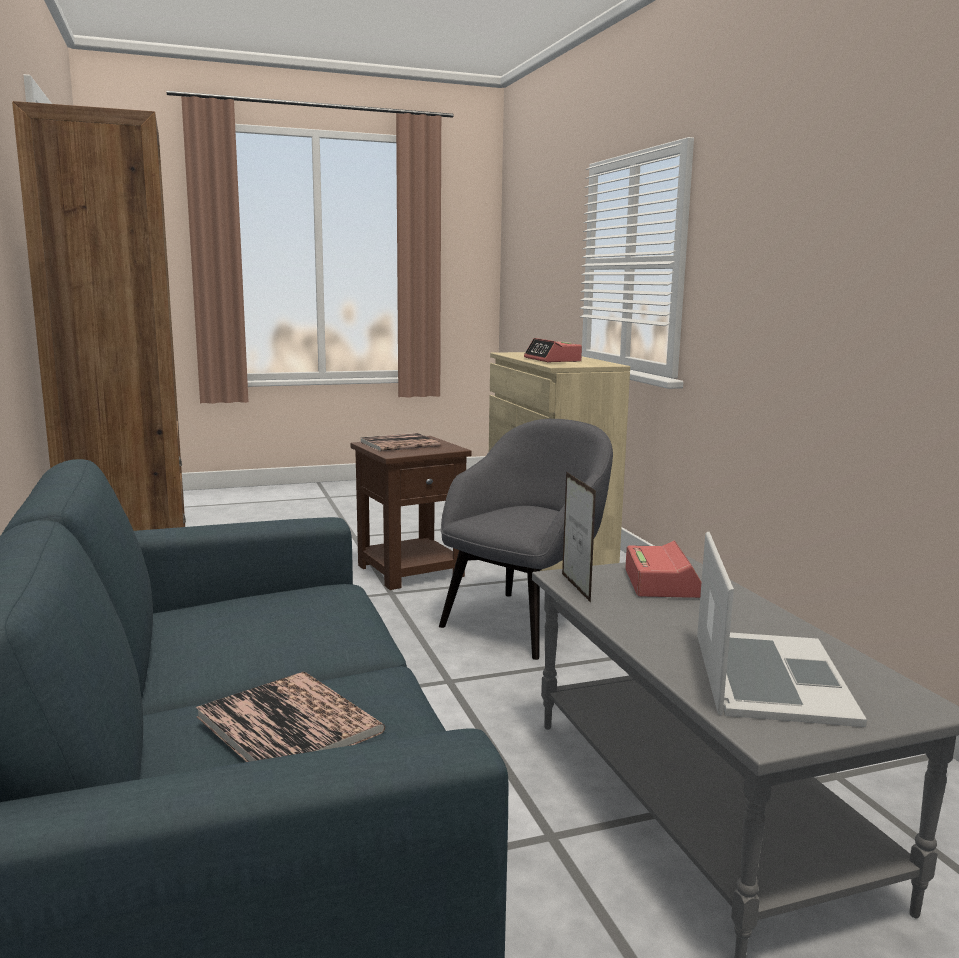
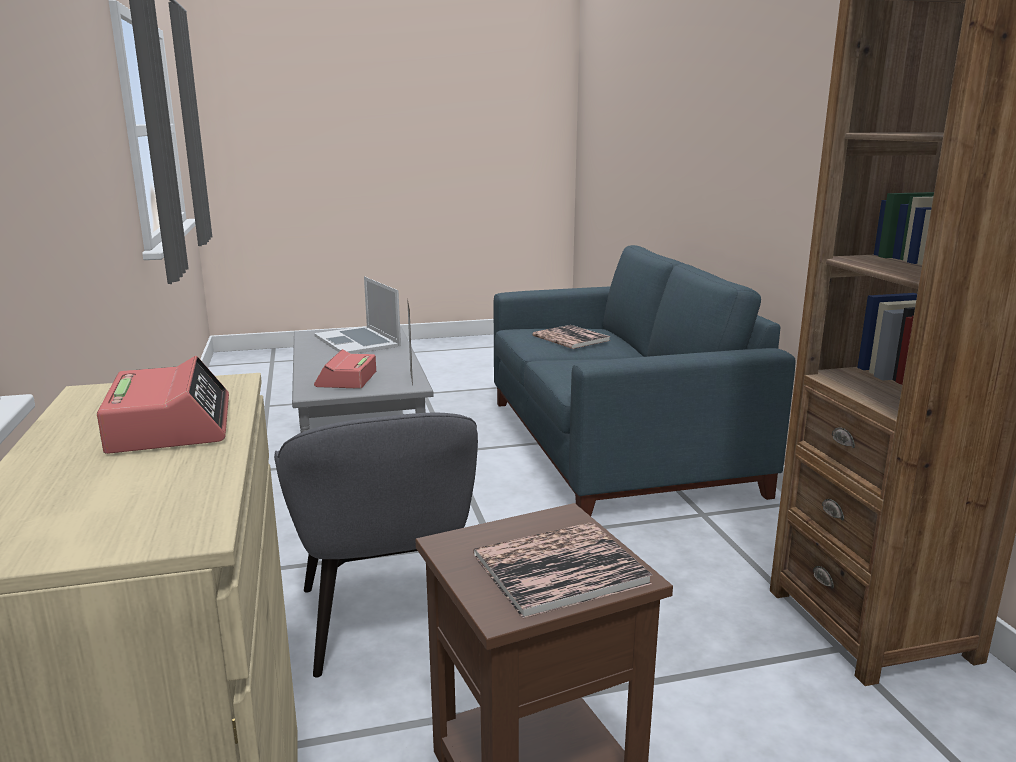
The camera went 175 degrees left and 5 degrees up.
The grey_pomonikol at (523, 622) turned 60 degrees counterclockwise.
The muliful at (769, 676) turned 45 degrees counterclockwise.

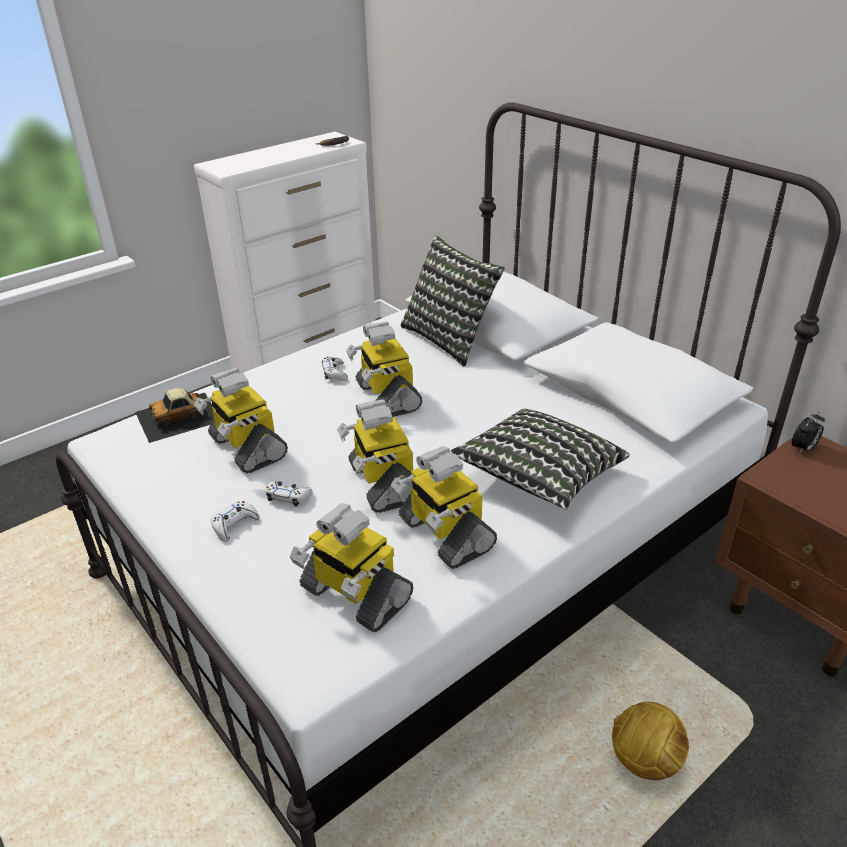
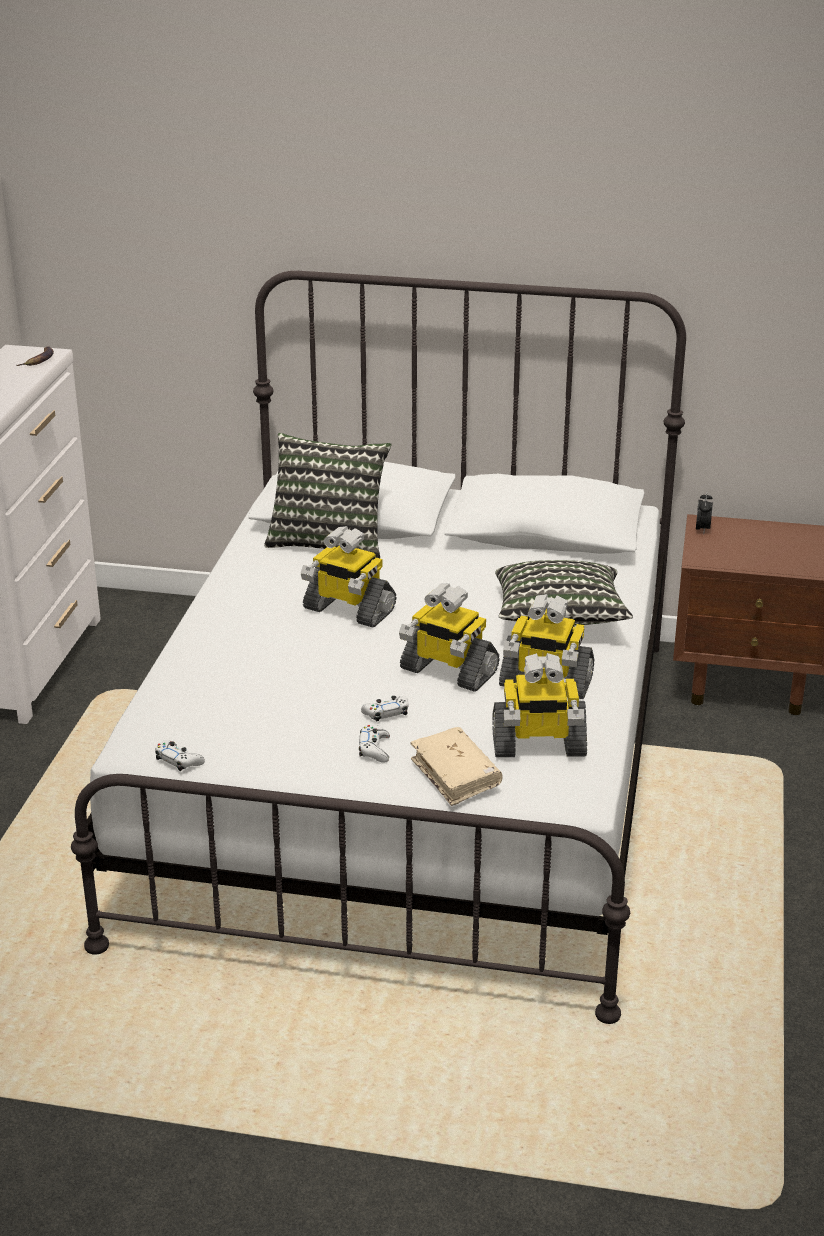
The camera went 40 degrees left and 5 degrees down.
The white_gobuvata moved from (334, 373) to (178, 761).
The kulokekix at (246, 448) disappeared.
The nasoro at (178, 416) disappeared.
The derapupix at (644, 761) disappeared.
The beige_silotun at (455, 775) appeared.

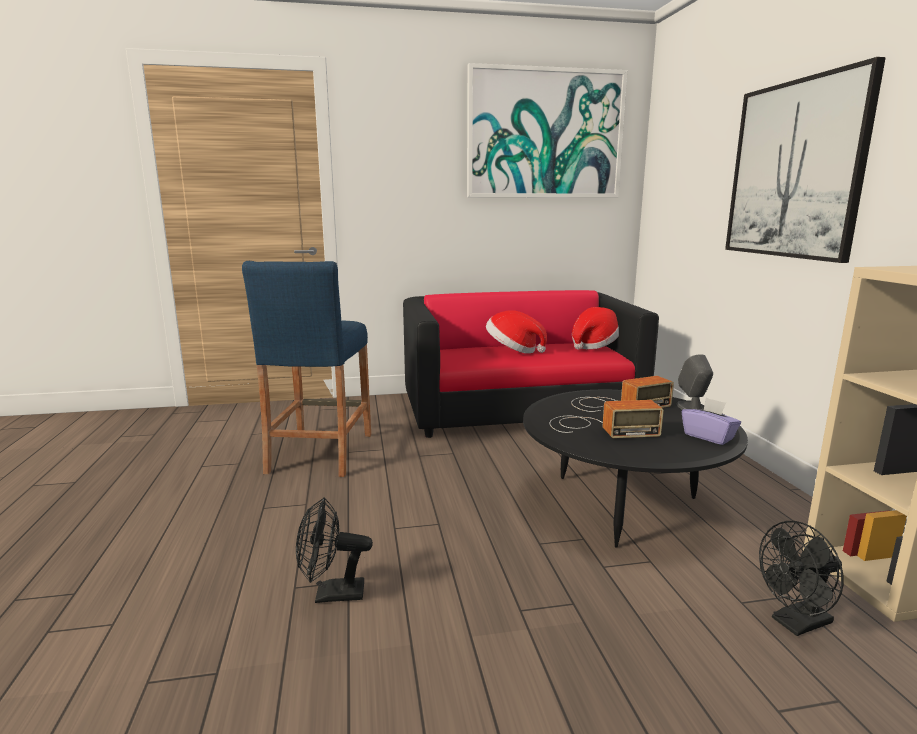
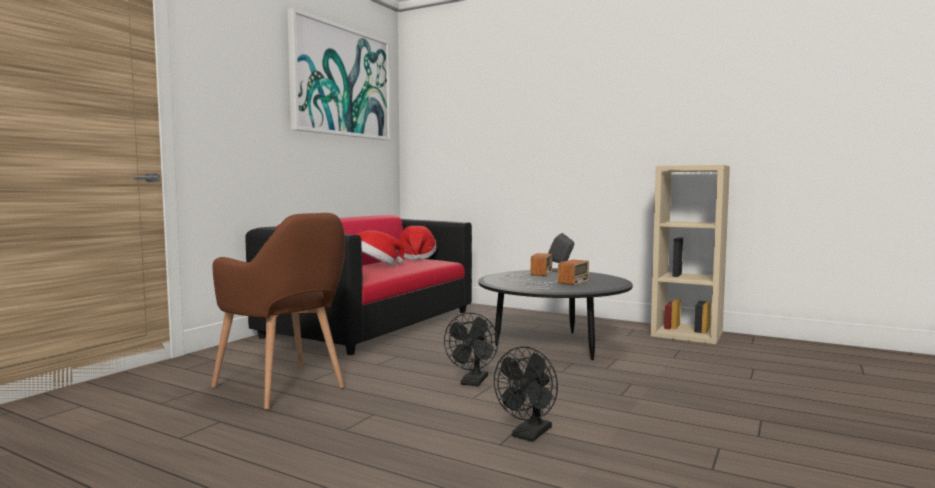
The camera went 50 degrees left and 10 degrees down.
The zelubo at (795, 170) disappeared.
The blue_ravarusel at (320, 453) was replaced by the brown_pomonikol at (285, 389).
The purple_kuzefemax at (708, 437) disappeared.
The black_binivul moved from (796, 624) to (473, 382).

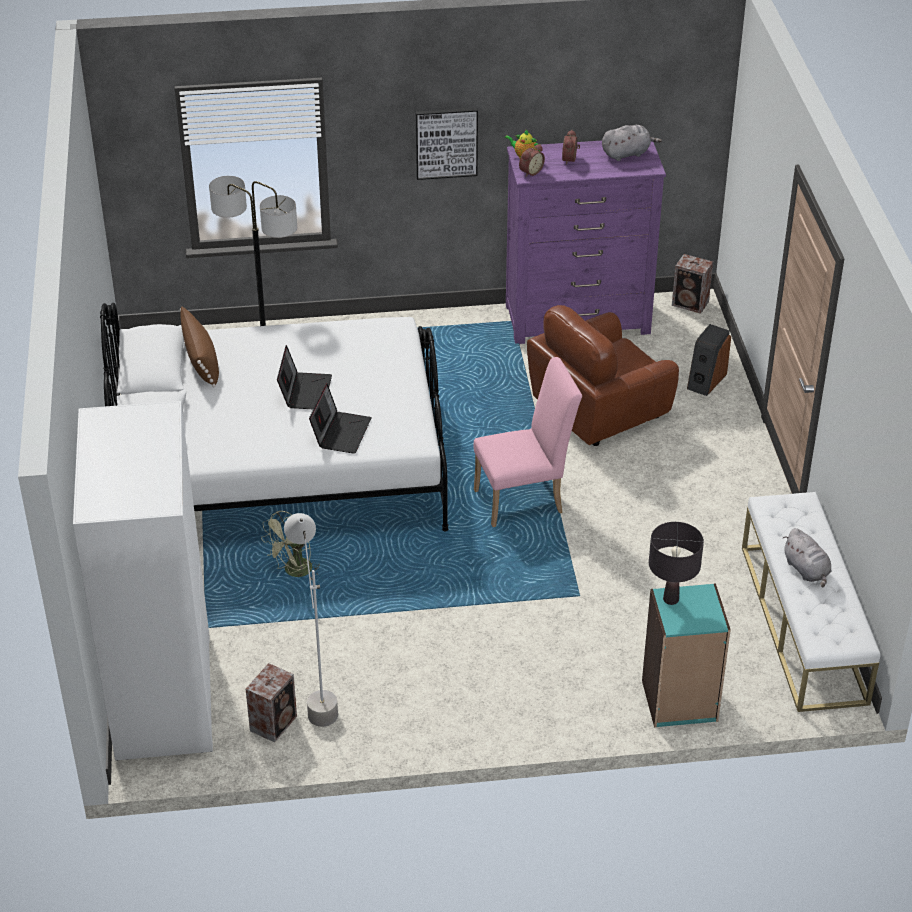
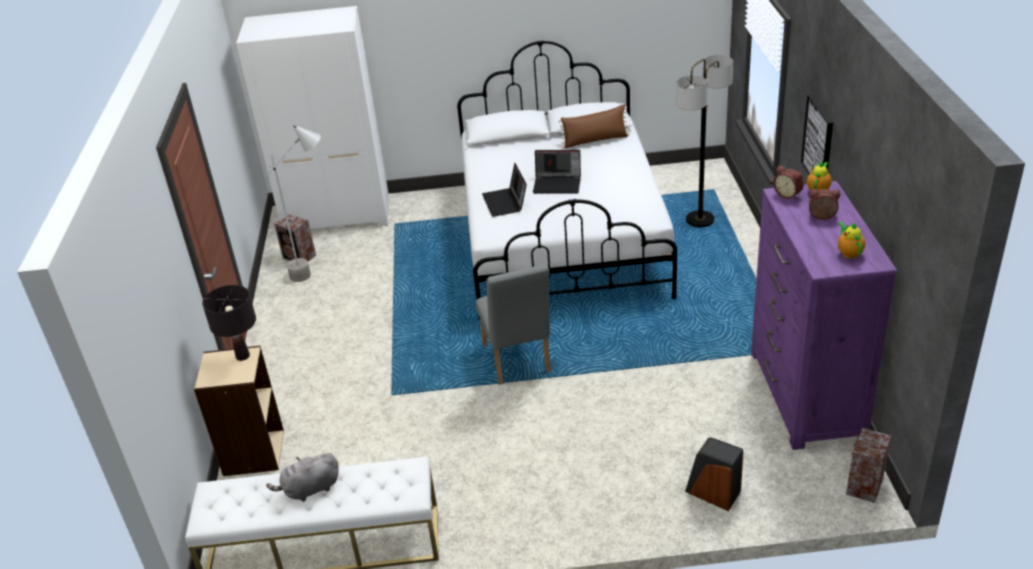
The camera went 95 degrees right and 5 degrees down.
The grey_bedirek at (627, 153) was replaced by the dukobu at (849, 252).
The brown_pomonikol at (599, 410) disappeared.
The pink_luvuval at (525, 500) became the grey_luvuval at (517, 362).
The muliful at (341, 432) turned 60 degrees clockwise.
The green_binivul at (294, 572) disappeared.
The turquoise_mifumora at (679, 701) became the beige_mifumora at (253, 453).

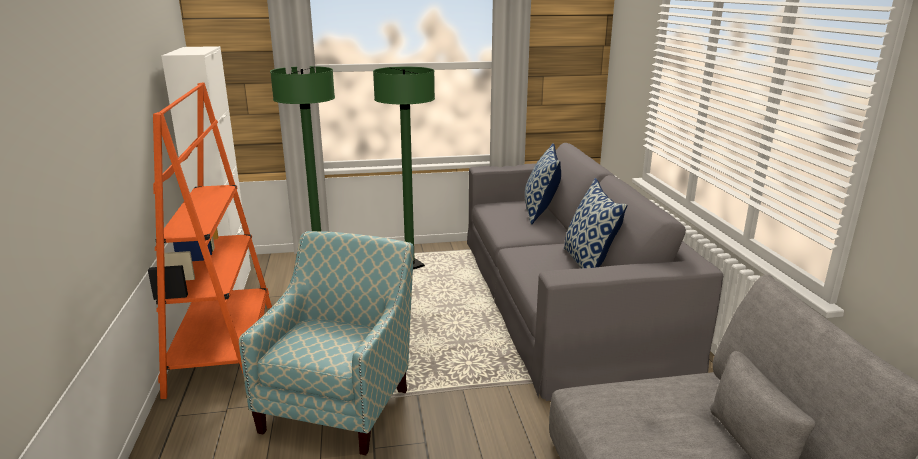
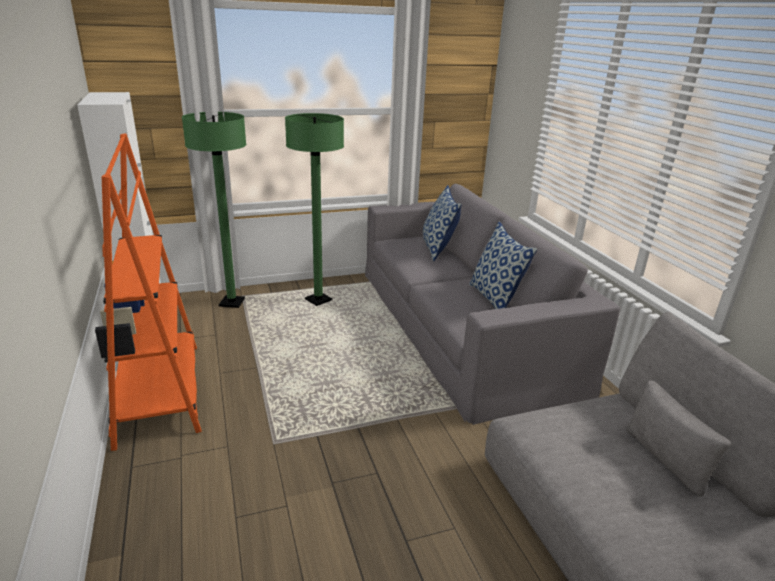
The camera went 10 degrees left and 5 degrees up.
The pomonikol at (341, 401) disappeared.

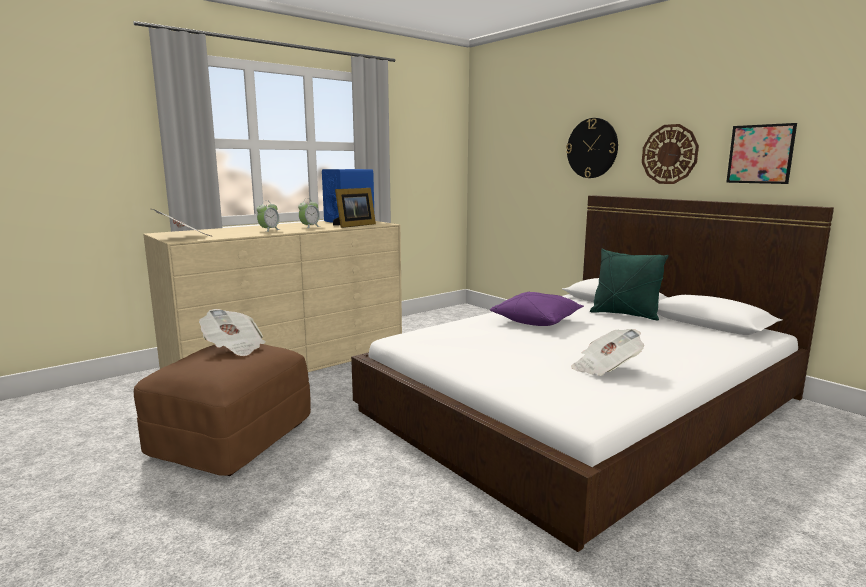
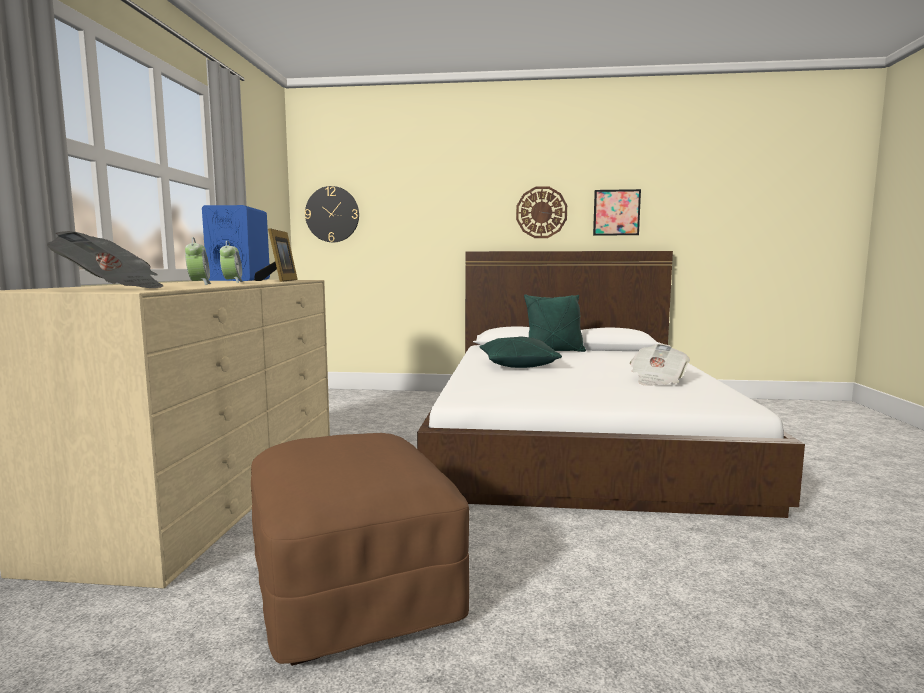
The camera went 45 degrees left and 5 degrees down.
The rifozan moved from (592, 148) to (332, 214).
The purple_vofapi at (537, 320) became the green_vofapi at (517, 365).
The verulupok at (234, 348) disappeared.

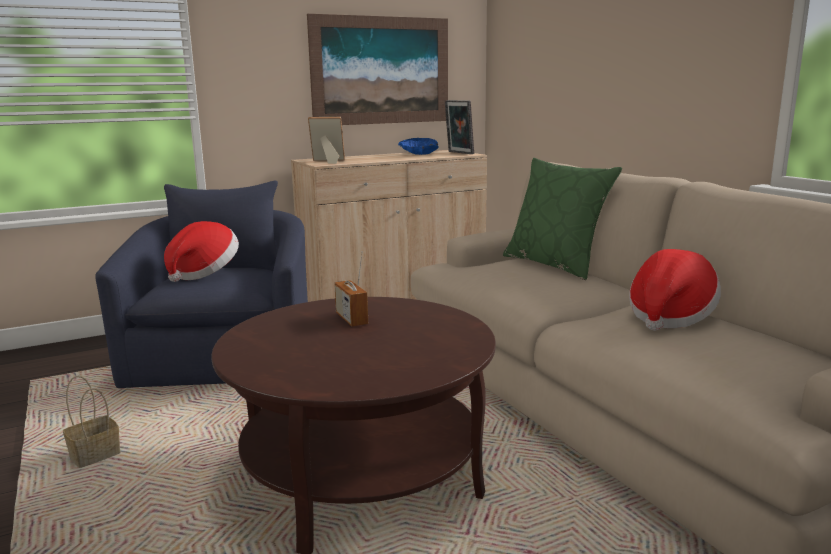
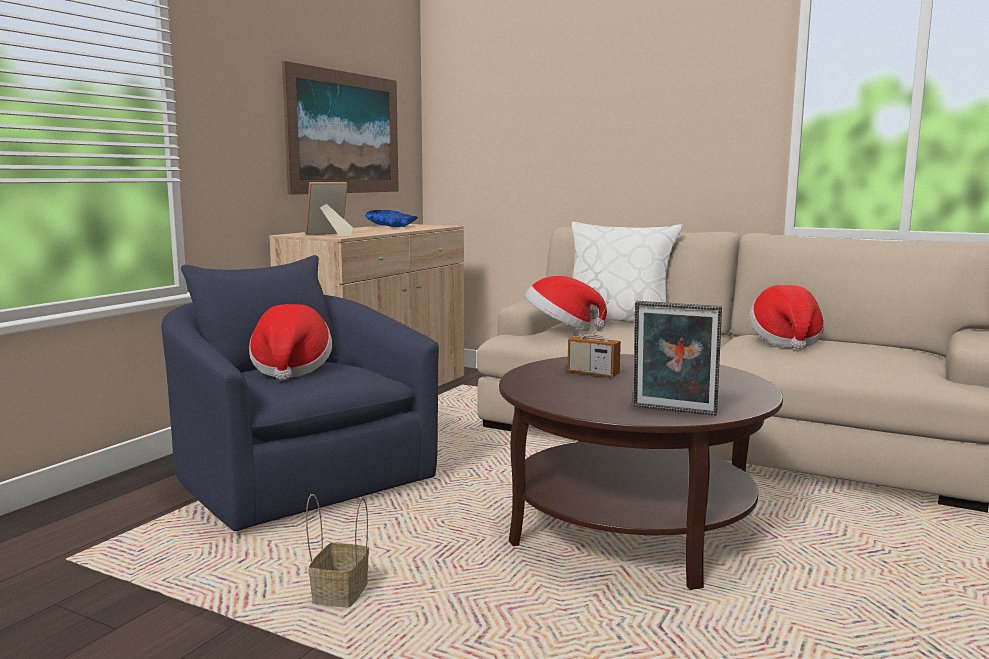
The camera went 35 degrees left and 5 degrees down.
The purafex moved from (459, 153) to (673, 411).
The green_vofapi at (555, 264) became the white_vofapi at (618, 321).
The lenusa at (561, 328) appeared.

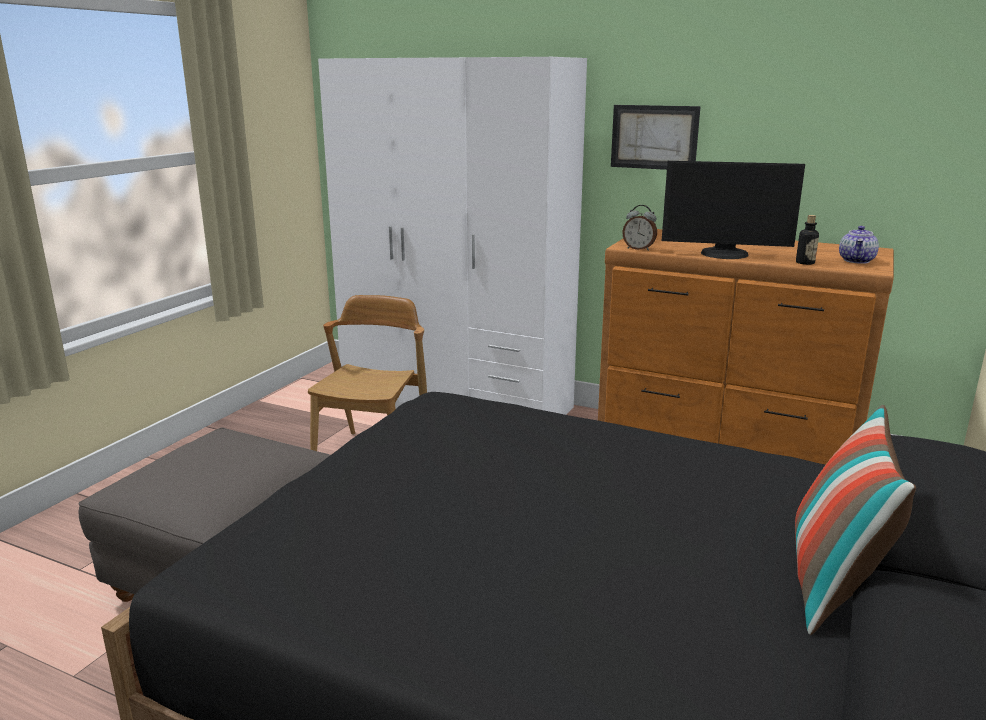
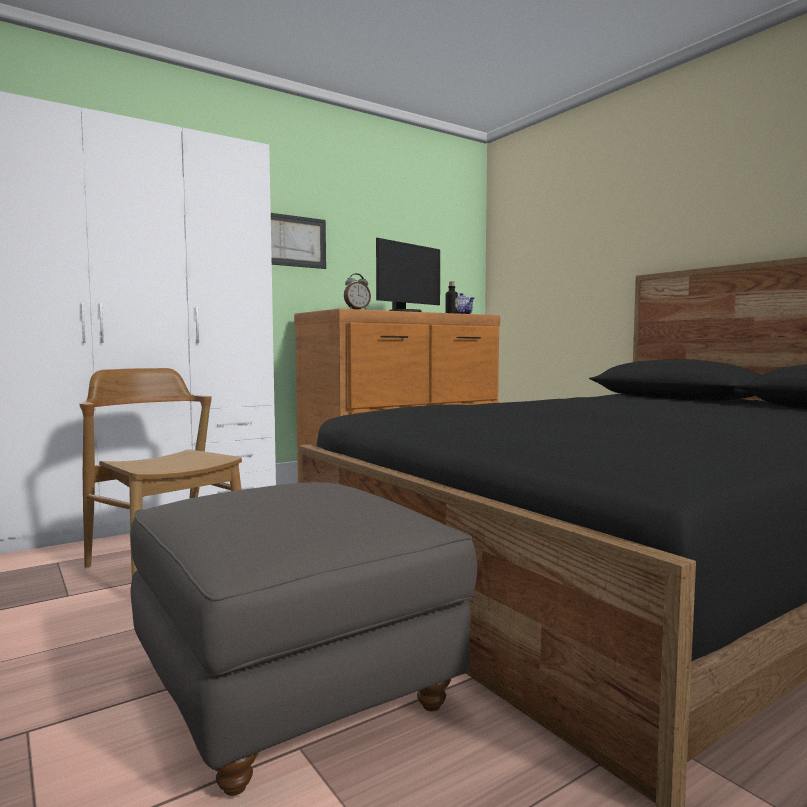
The camera went 60 degrees left and 15 degrees down.
The vofapi at (834, 585) disappeared.

